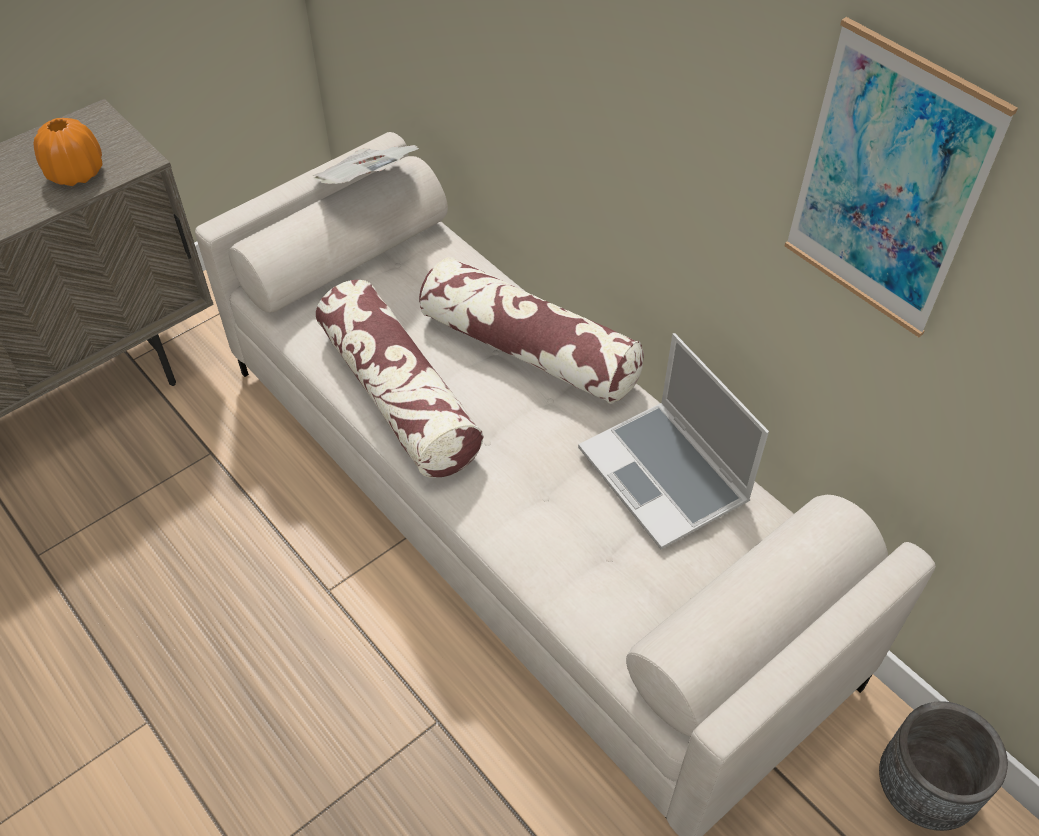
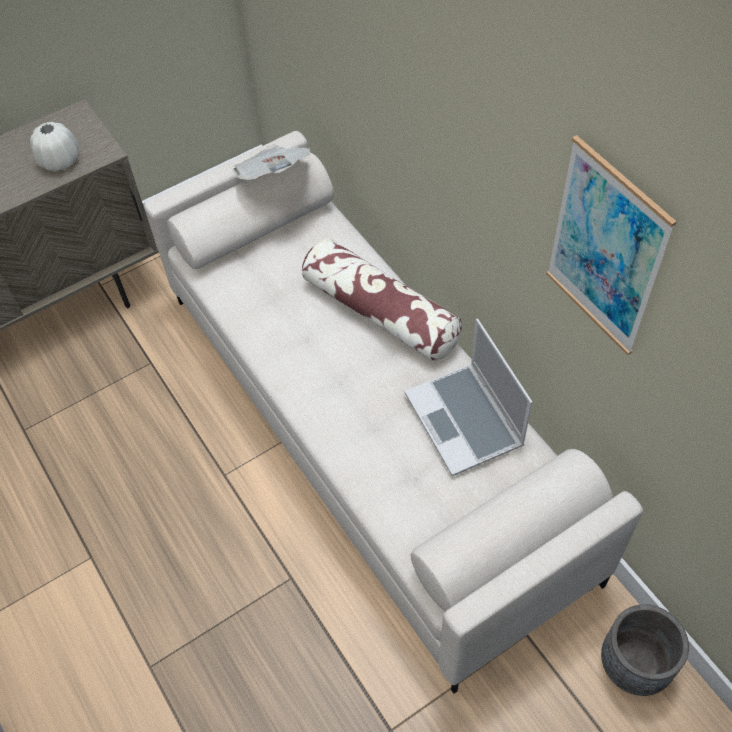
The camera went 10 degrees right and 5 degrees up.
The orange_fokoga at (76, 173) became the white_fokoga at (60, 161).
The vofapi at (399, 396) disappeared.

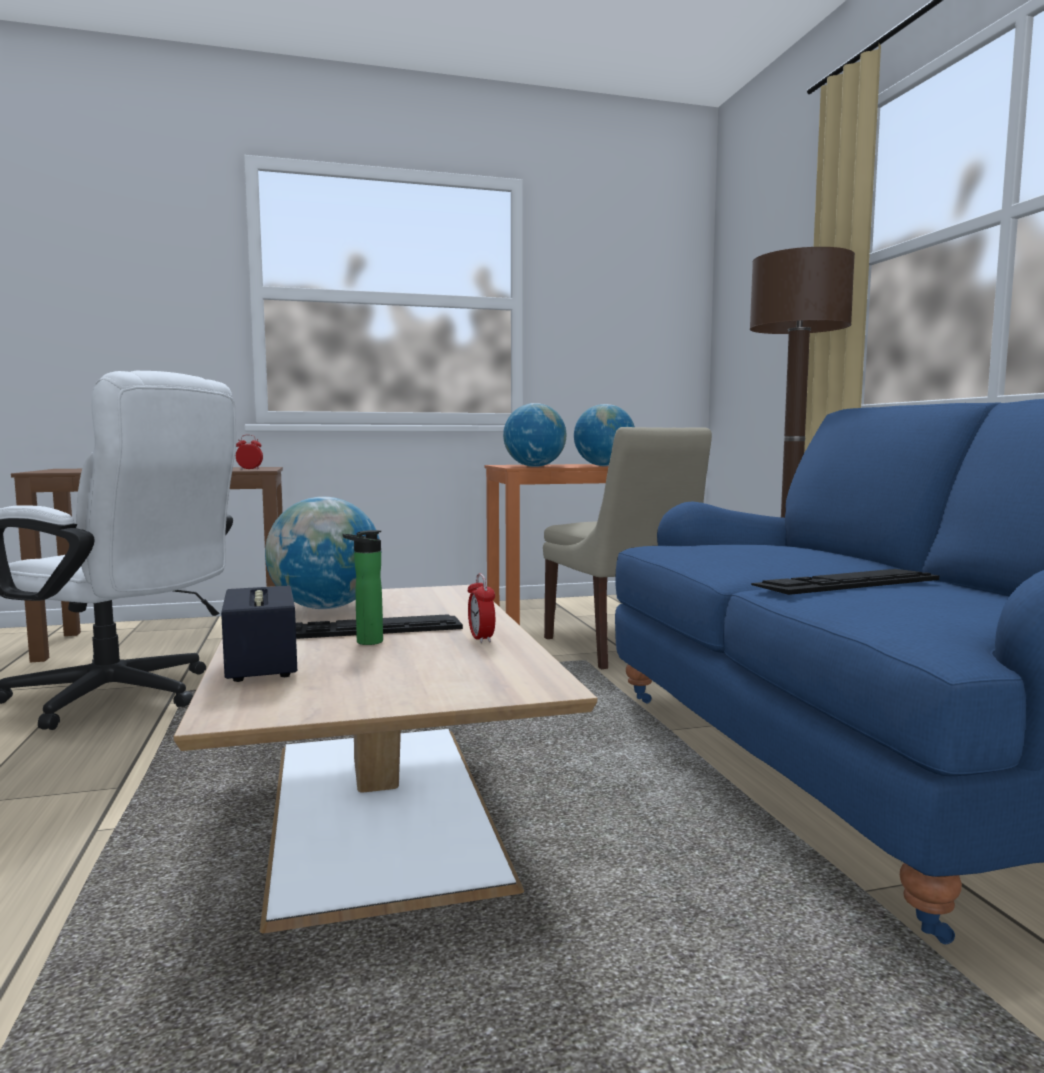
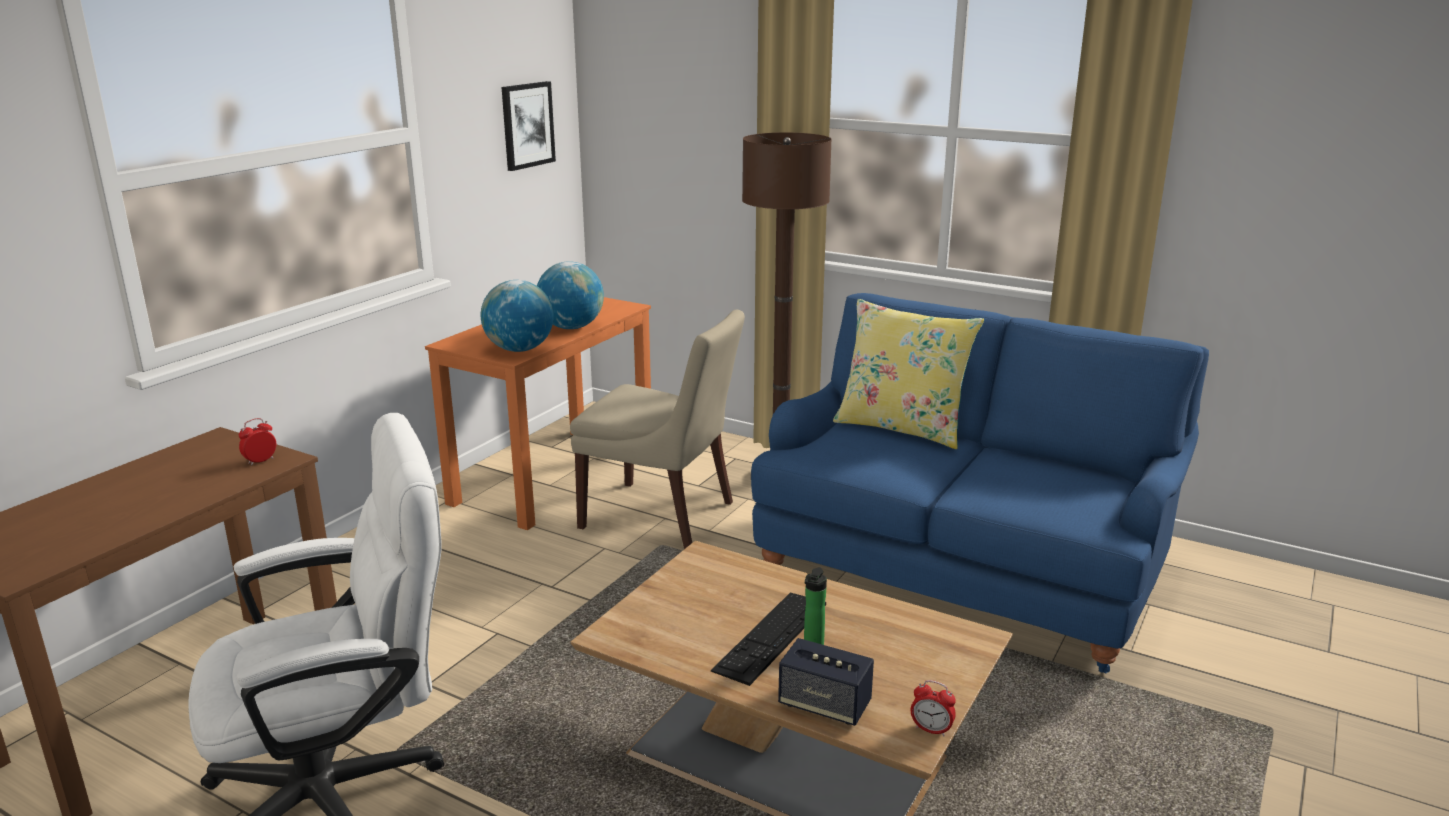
The camera went 45 degrees left and 15 degrees up.
The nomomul at (325, 608) disappeared.
The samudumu at (846, 582) disappeared.
The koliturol moved from (481, 638) to (931, 730).
The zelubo at (527, 125) appeared.
The yellow_vofapi at (902, 428) appeared.

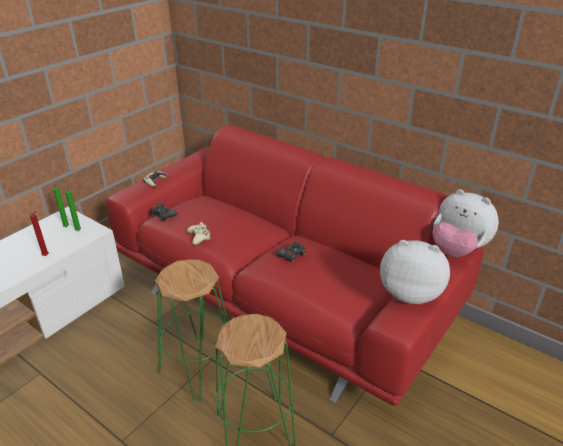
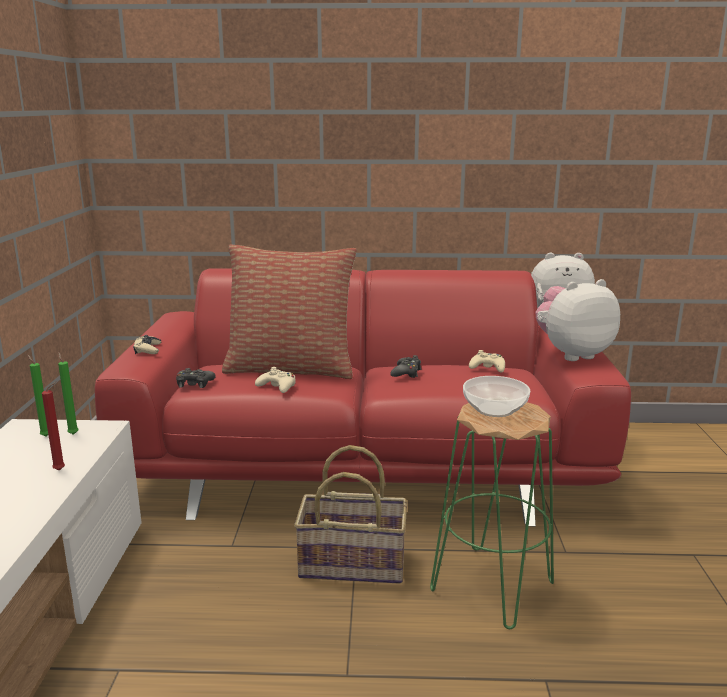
The camera went 35 degrees left and 15 degrees down.
The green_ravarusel at (199, 369) was replaced by the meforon at (353, 563).
The vofapi at (291, 368) appeared.
The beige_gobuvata at (487, 368) appeared.
The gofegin at (493, 409) appeared.

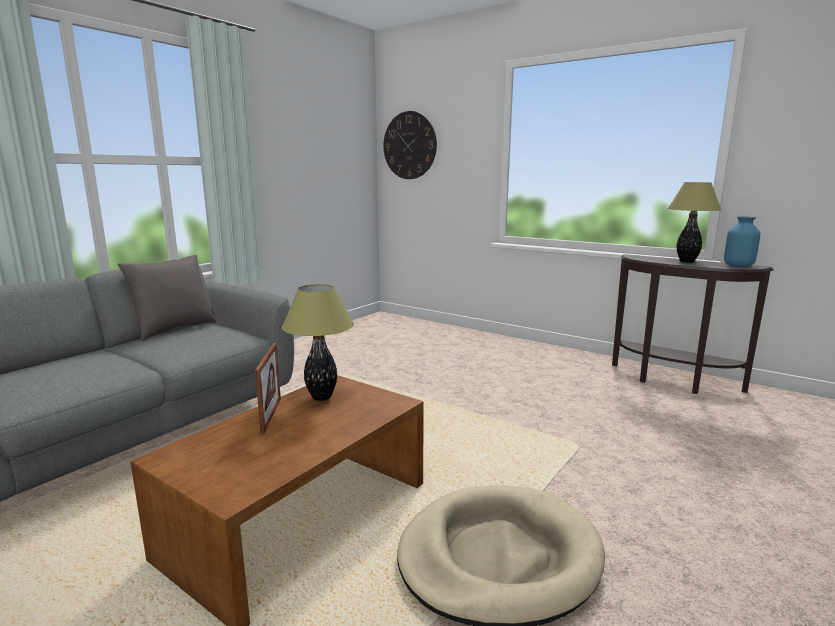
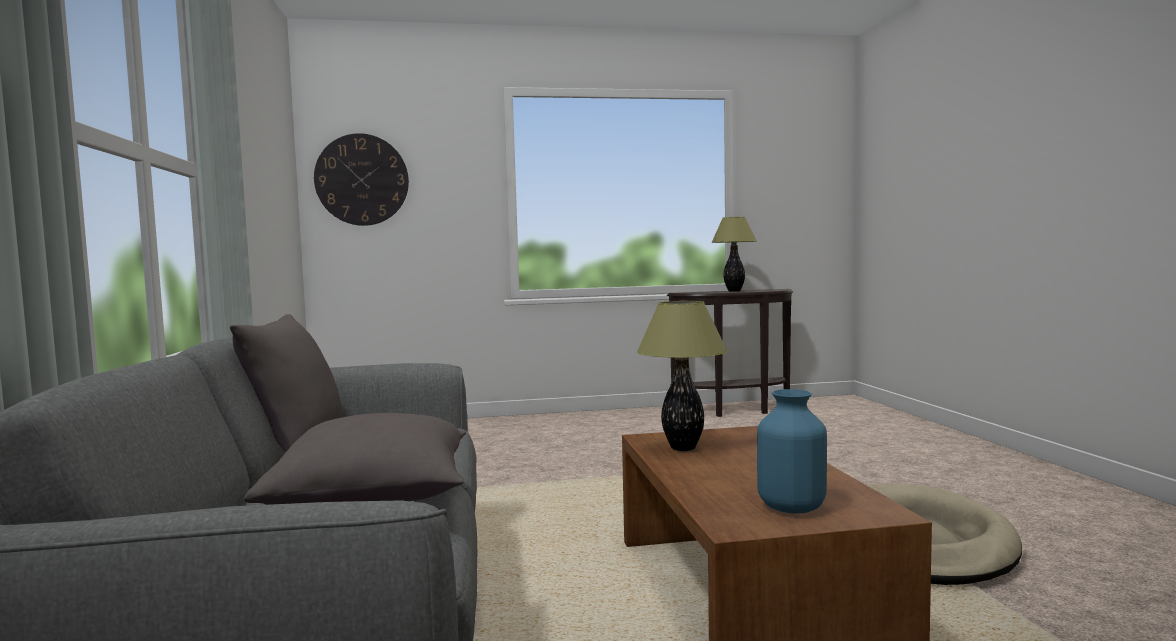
The camera went 45 degrees left and 10 degrees down.
The blue_fokoga moved from (739, 266) to (792, 507).
The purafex at (271, 415) disappeared.
The grey_vofapi at (375, 500) appeared.

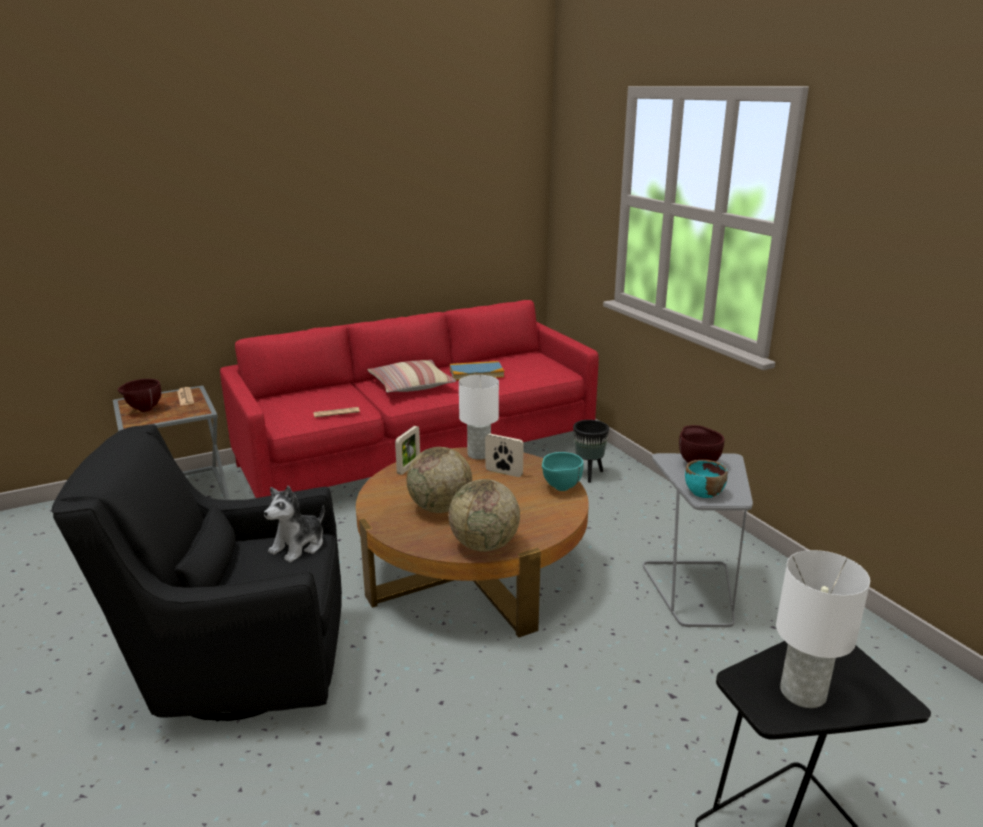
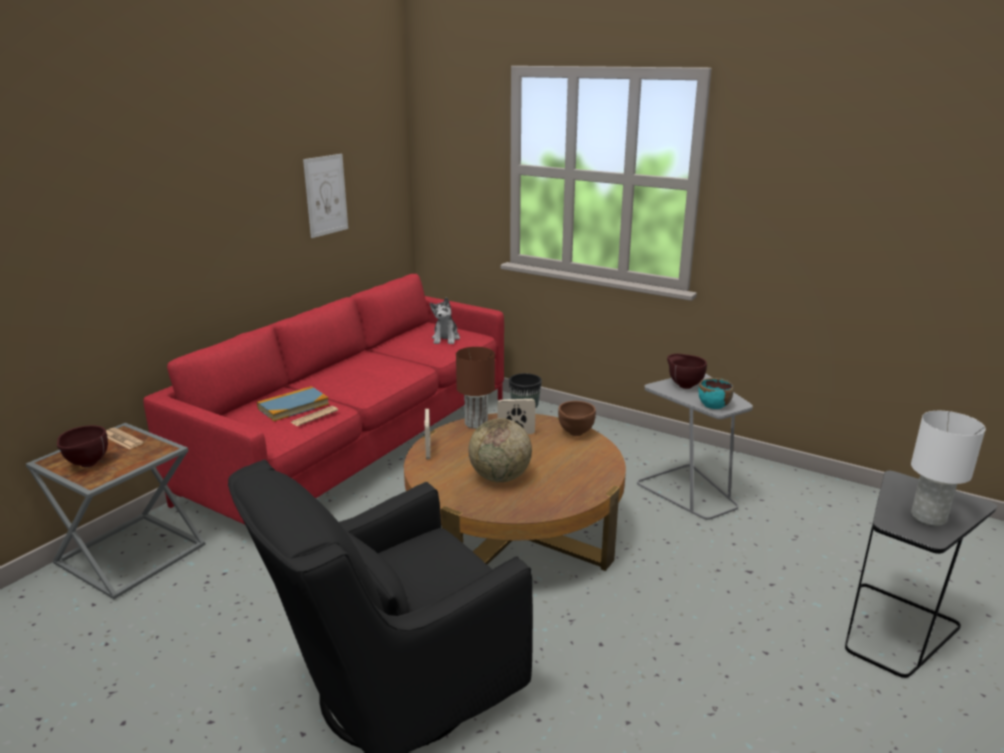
The camera went 30 degrees left and 0 degrees up.
The vofapi at (411, 385) disappeared.
The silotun moved from (476, 373) to (293, 406).
The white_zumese at (479, 454) became the brown_zumese at (477, 423).
The turquoise_gofegin at (560, 488) became the brown_gofegin at (575, 434).
The nomomul at (484, 545) disappeared.
The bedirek moved from (299, 546) to (446, 339).
The zelubo at (326, 195) appeared.

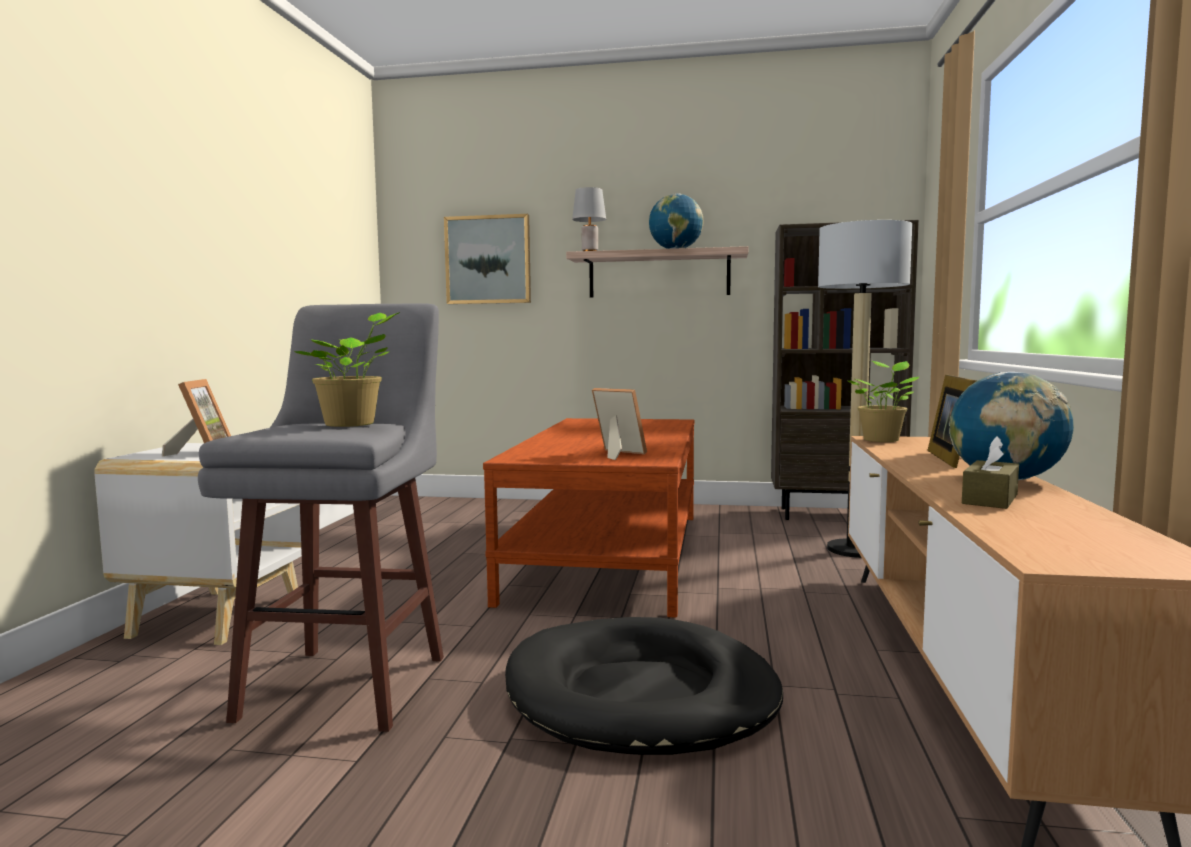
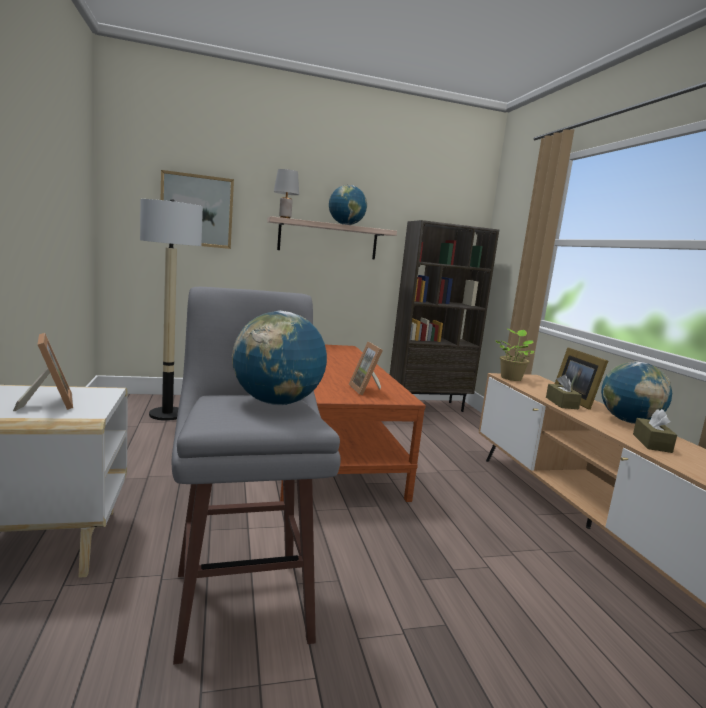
The camera went 25 degrees left and 5 degrees up.
The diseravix moved from (854, 549) to (167, 414).
The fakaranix at (353, 424) was replaced by the nomomul at (277, 403).
The purafex at (616, 454) turned 120 degrees counterclockwise.
The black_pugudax at (641, 695) disappeared.
The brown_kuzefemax at (561, 403) appeared.

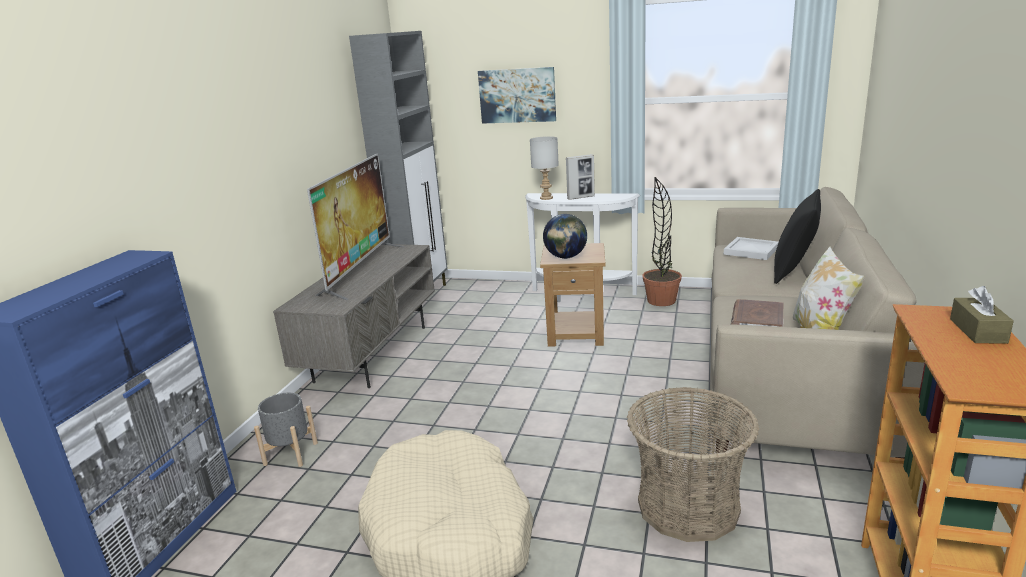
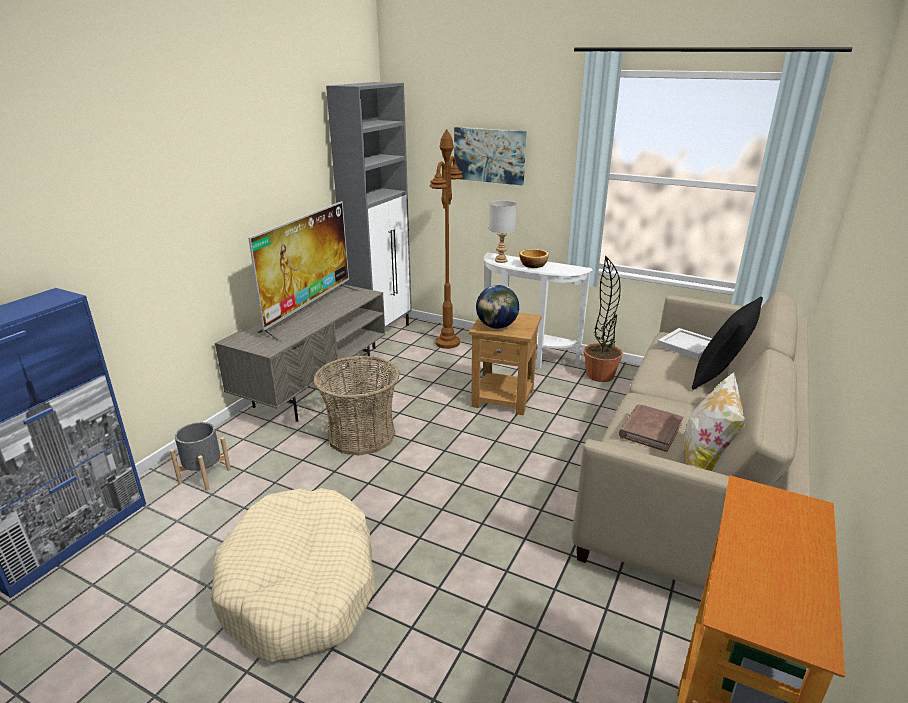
The camera went 10 degrees right and 5 degrees up.
The purafex at (581, 197) was replaced by the gofegin at (533, 265).
The brown_kuzefemax at (978, 331) disappeared.
The meforon moved from (688, 506) to (361, 435).
The brown_diseravix at (447, 343) appeared.

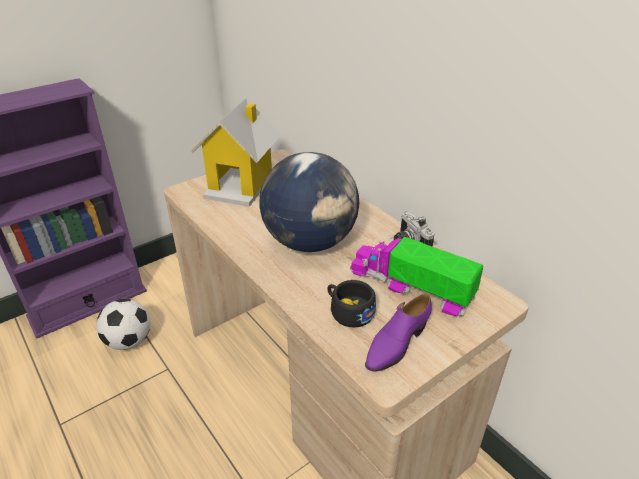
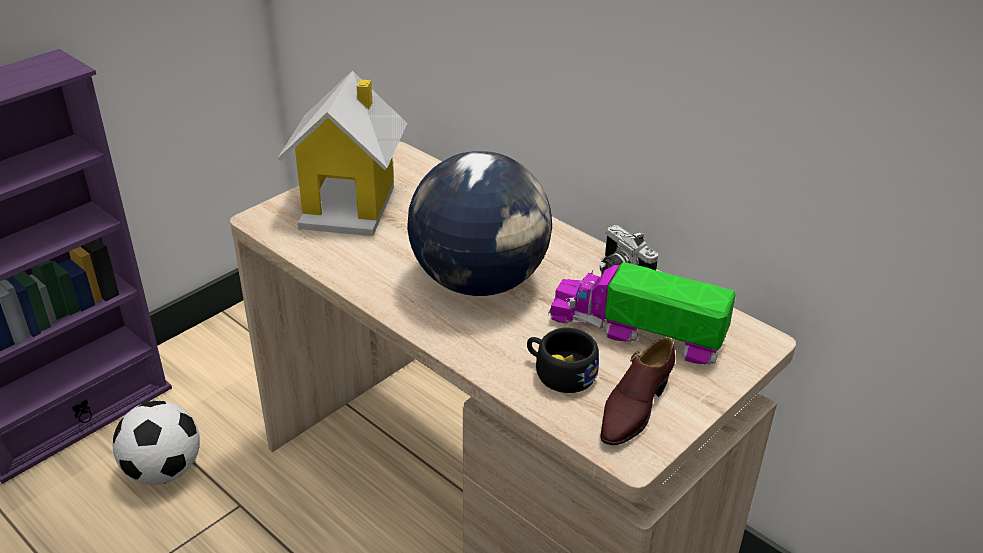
The camera went 10 degrees left and 0 degrees up.
The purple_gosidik at (396, 343) became the brown_gosidik at (634, 407).

